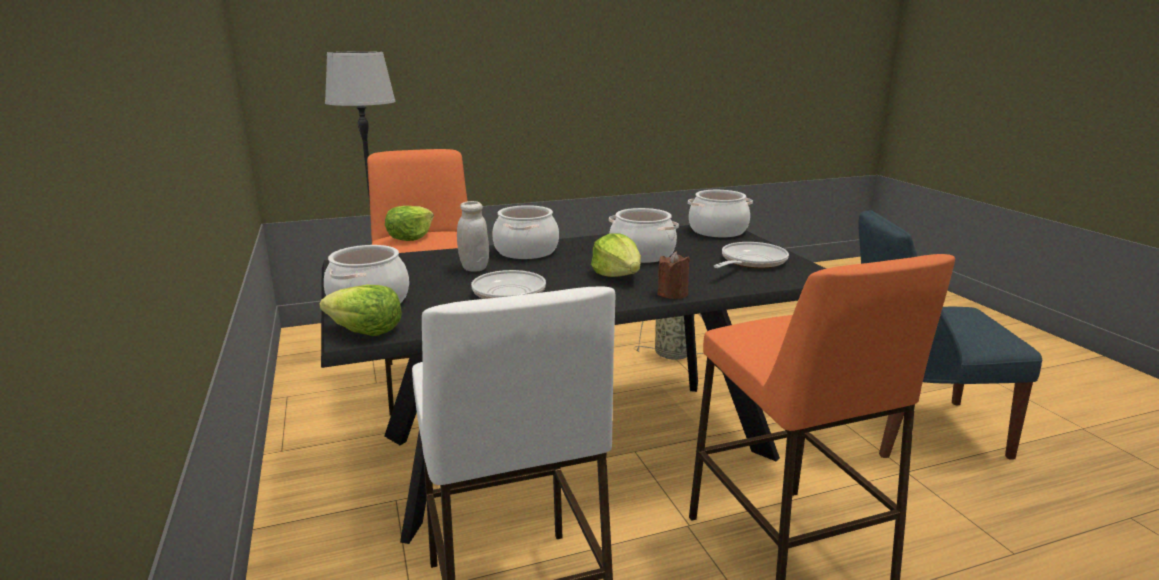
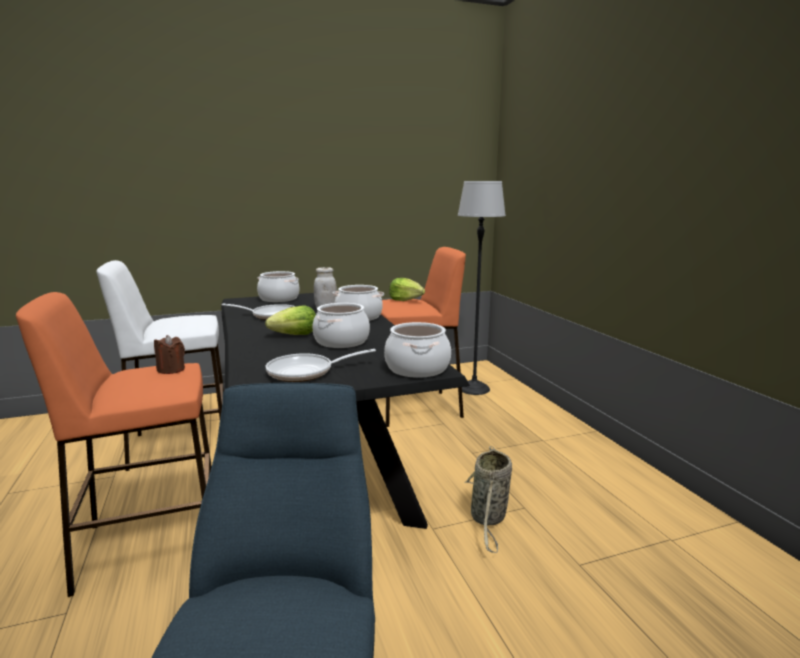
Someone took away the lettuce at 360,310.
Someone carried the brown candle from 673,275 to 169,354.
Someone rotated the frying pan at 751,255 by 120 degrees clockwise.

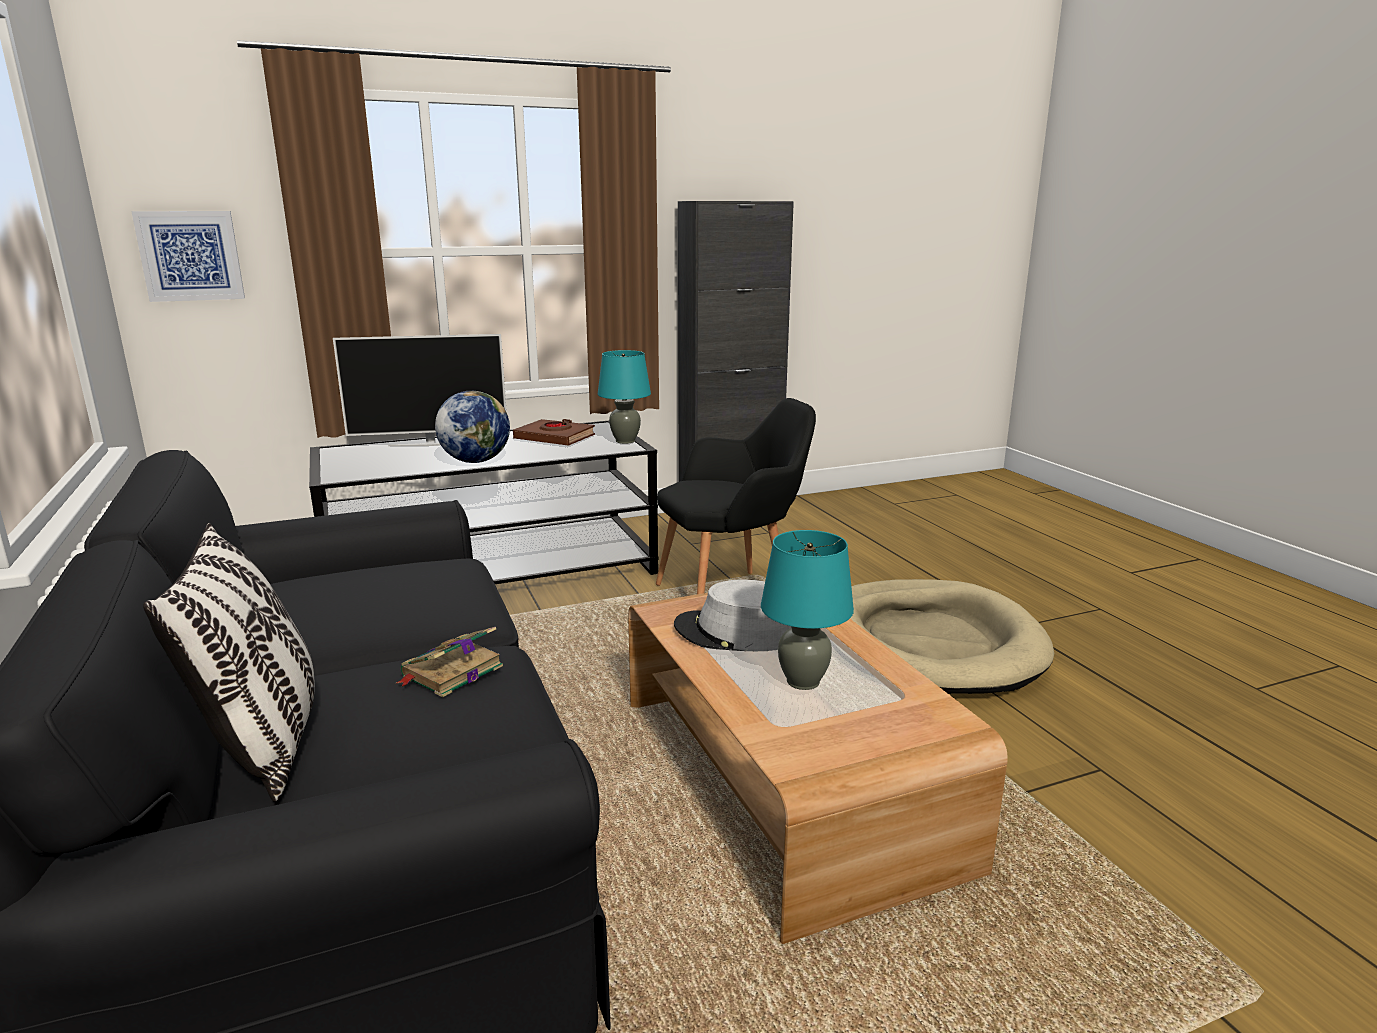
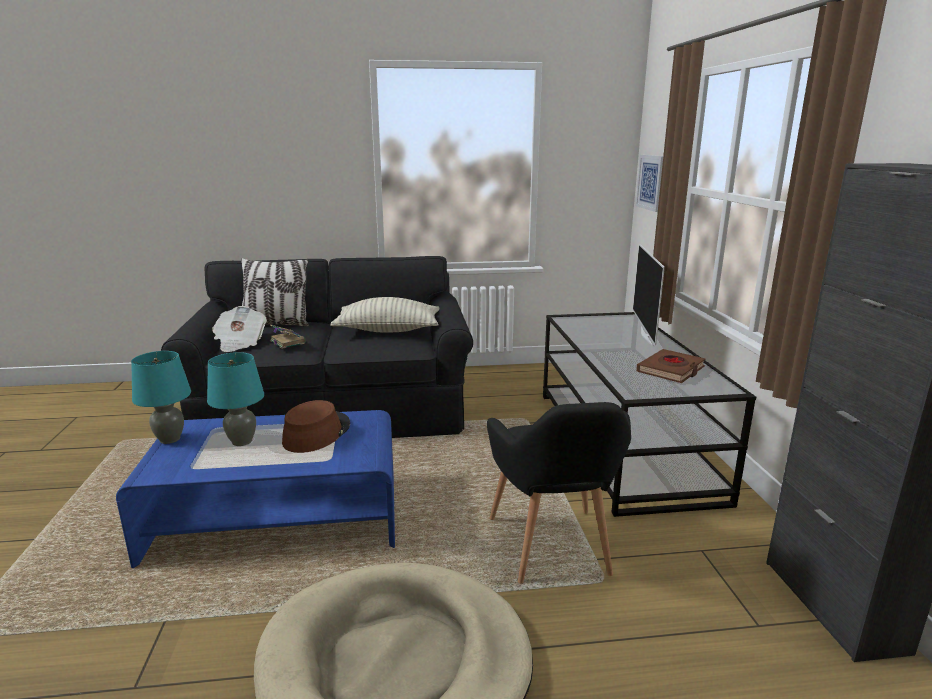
Someone took away the globe at 472,427.
Someone put down the newspaper at 239,329.
Someone put down the pillow at 384,314.
Someone carried the turquoise table lamp from 624,397 to 161,397.
Someone repainted the brown coffee table at 818,768, which became the blue coffee table at 255,489.
Someone repainted the grey hat at 732,615, which became the brown hat at 316,426.

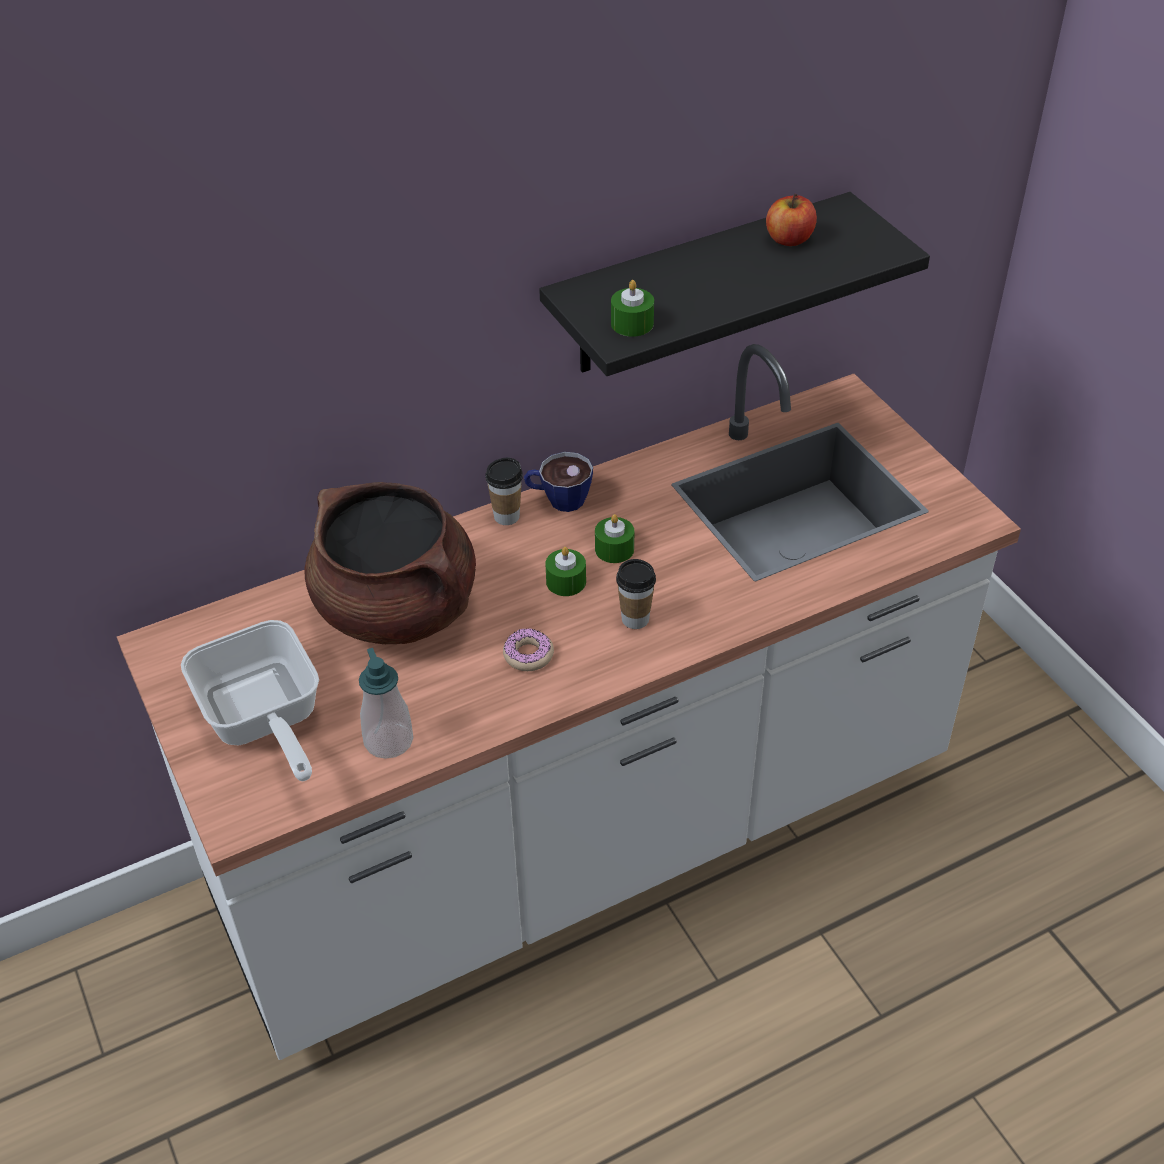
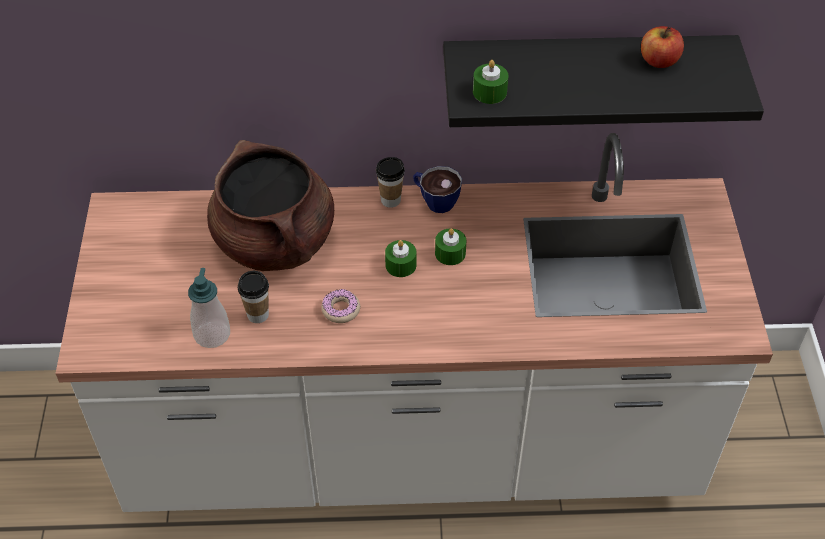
Someone took away the frying pan at 250,700.
Someone carried the cup from 636,594 to 253,297.

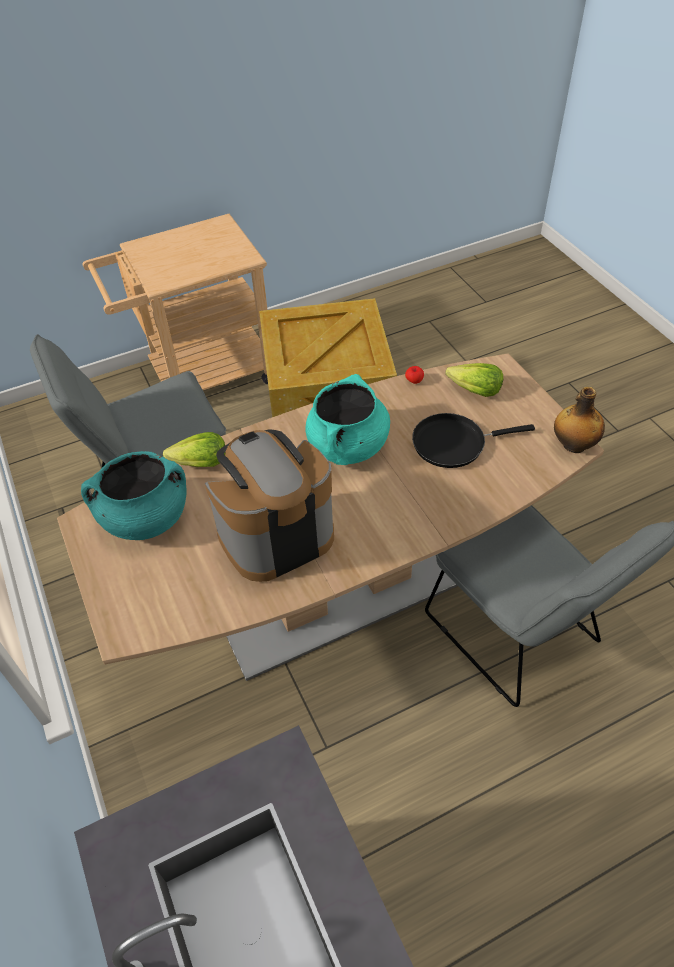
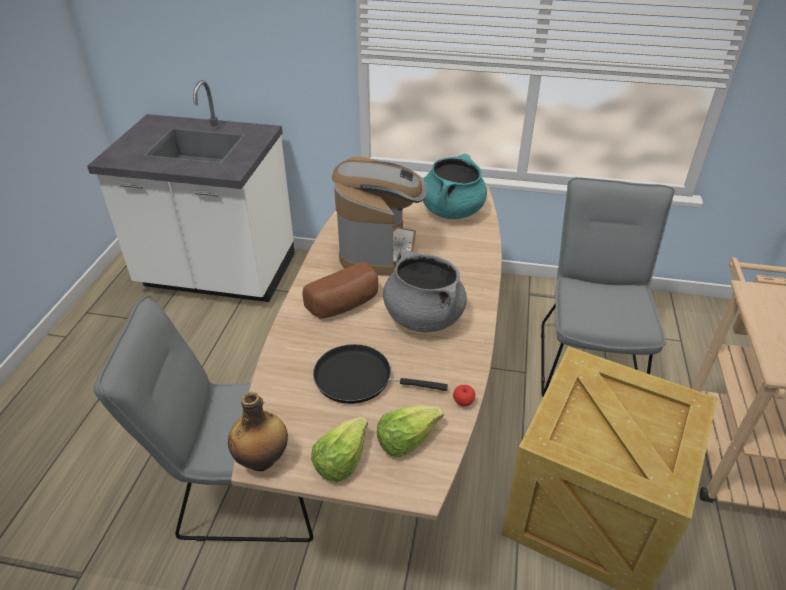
Someone put down the bread at 340,290.
Someone carried the lettuce from 194,449 to 339,449.
Someone repainted the turquoise cooking pot at 347,419, which became the grey cooking pot at 425,291.
Someone rotated the black frying pan at 473,440 by 105 degrees counterclockwise.

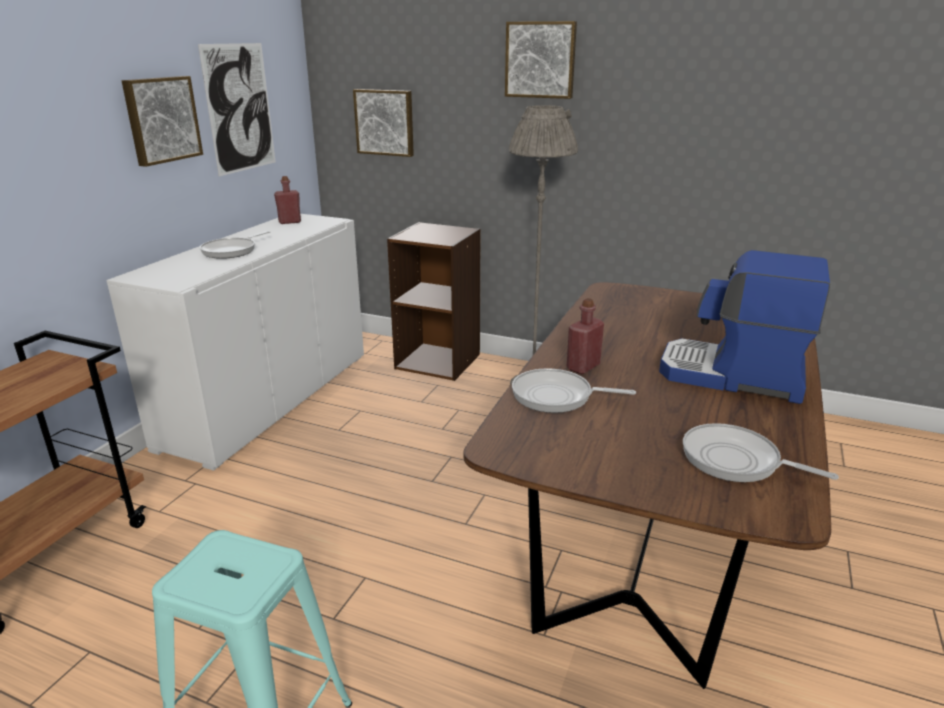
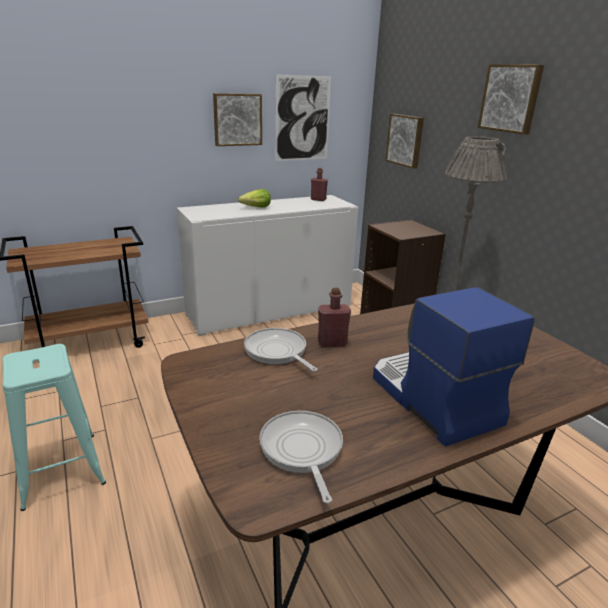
Someone swapped the frying pan at 235,245 for the lettuce at 254,198.

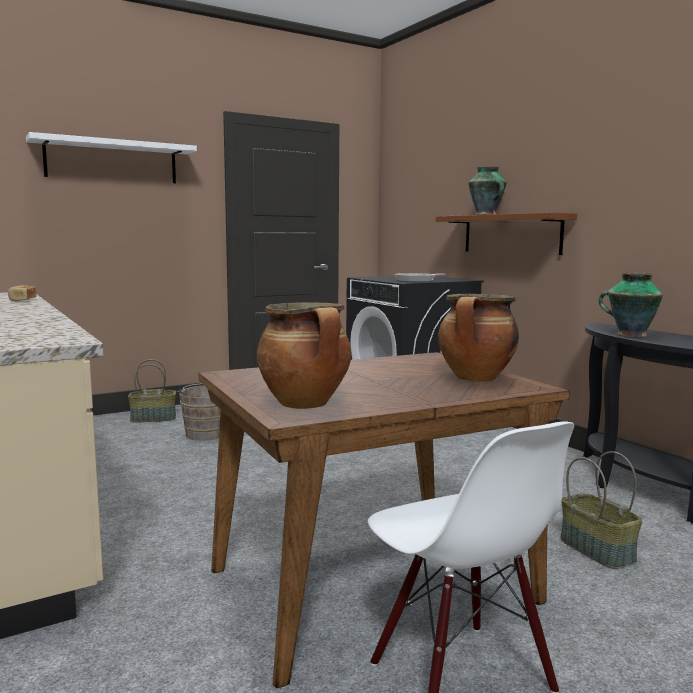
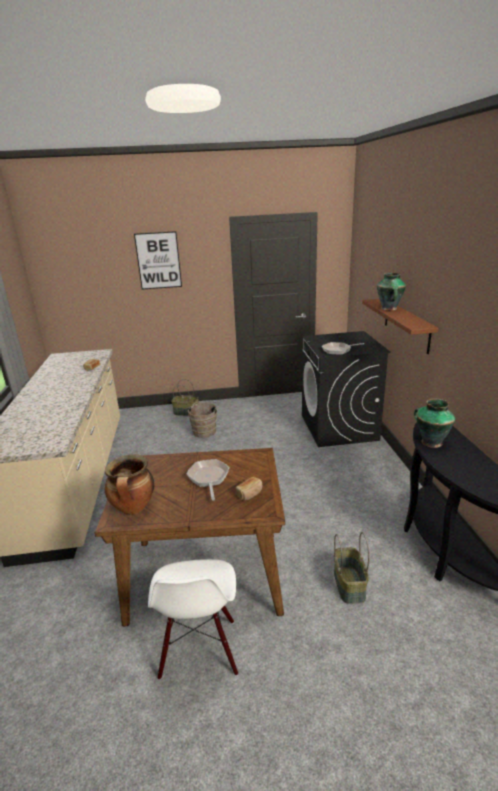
Someone put down the frying pan at 208,480.
Someone swapped the white shelf at 111,157 for the picture at 158,260.
Someone swapped the cooking pot at 478,338 for the bread at 249,488.

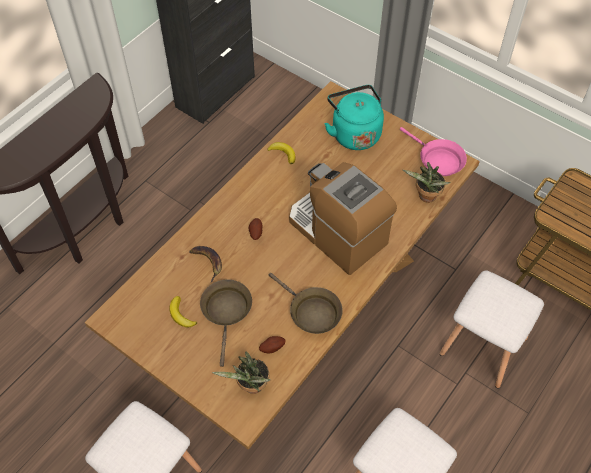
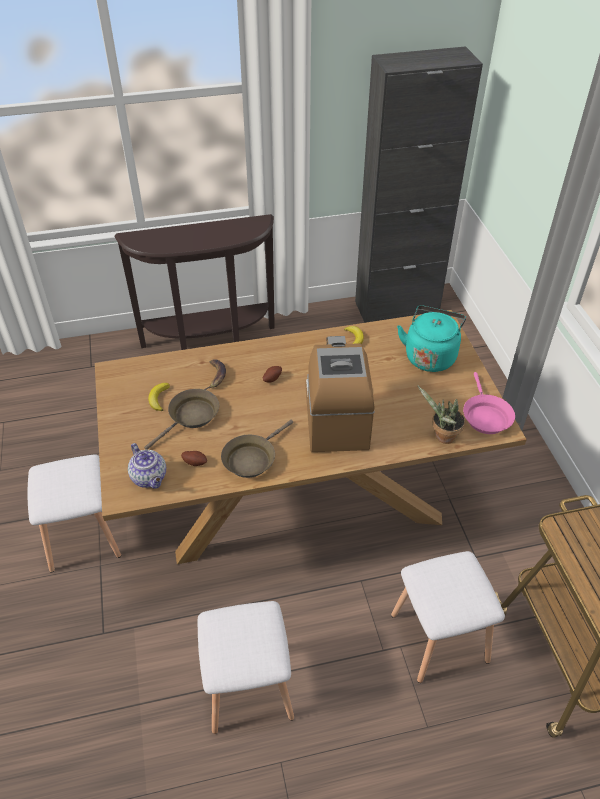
Someone swapped the potted plant at 241,373 for the teapot at 147,466.
Someone rotated the brown frying pan at 306,303 by 45 degrees clockwise.

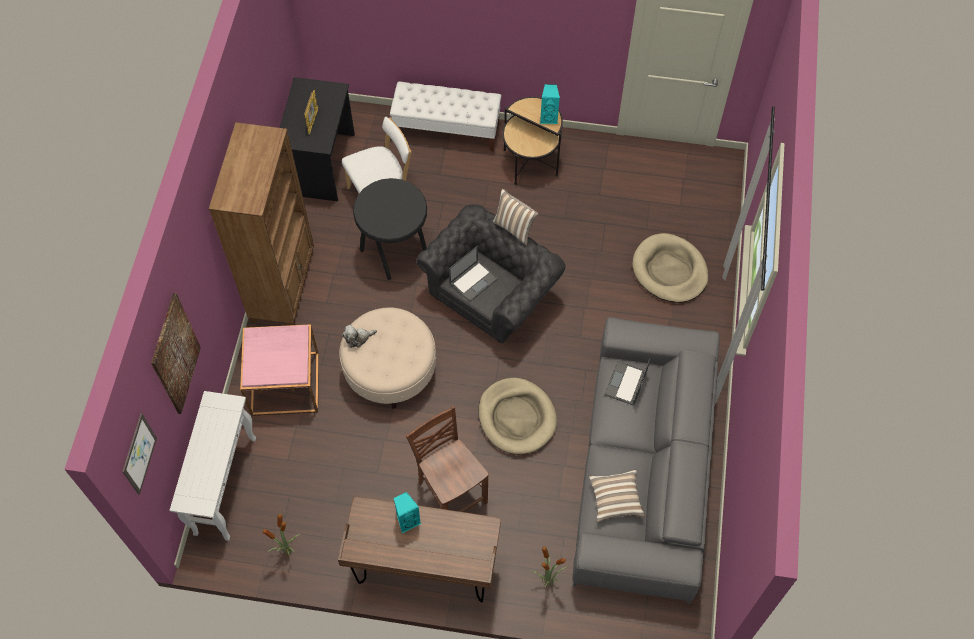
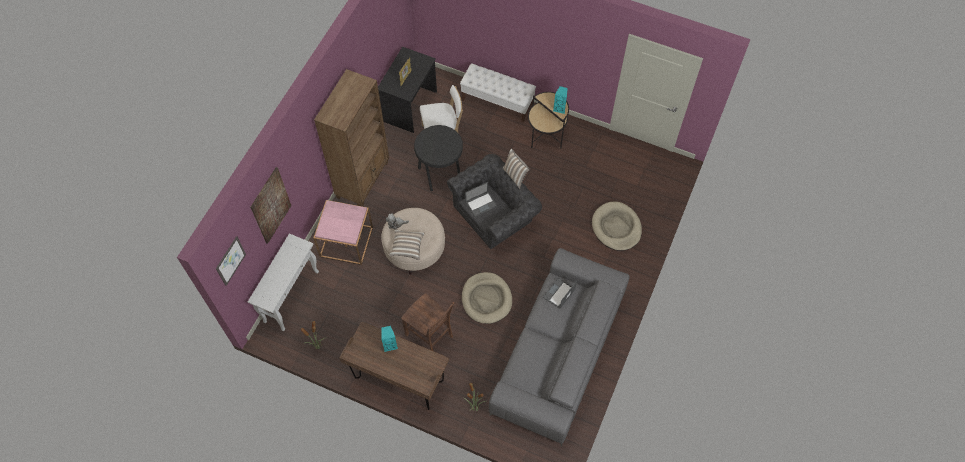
Someone carried the pillow from 617,496 to 406,244.
Someone rotated the brown chair at 447,459 by 150 degrees clockwise.

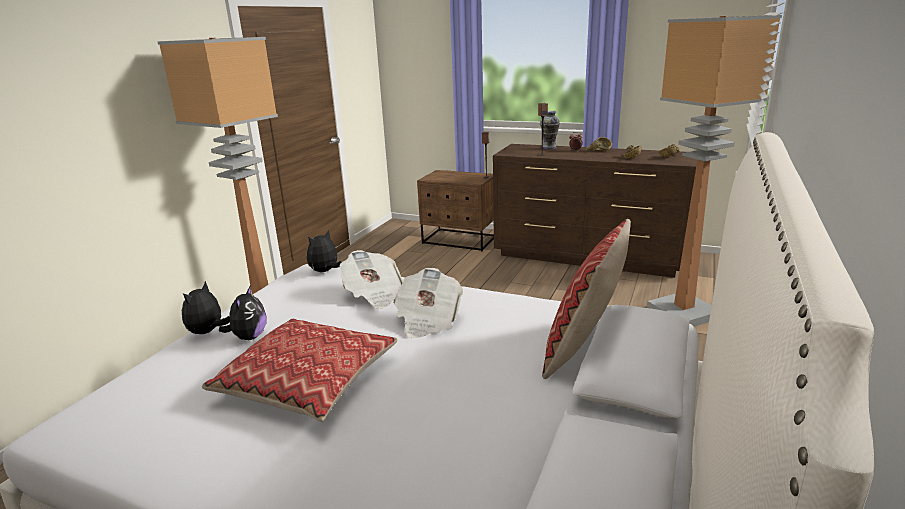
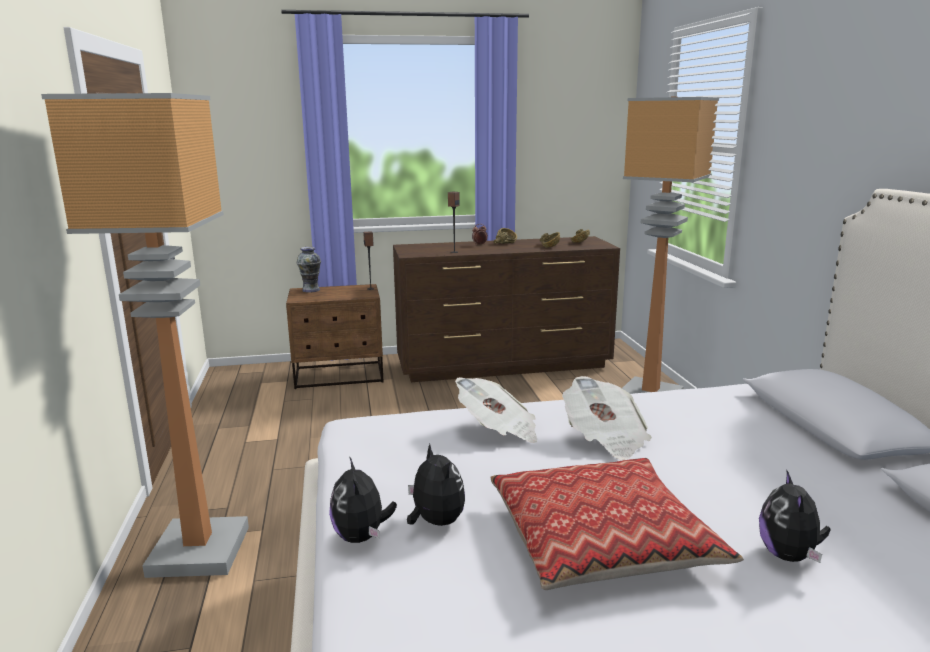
Someone took away the pillow at 586,299.
Someone carried the plush toy from 324,251 to 795,516.
Someone carried the vase from 550,130 to 309,270.

